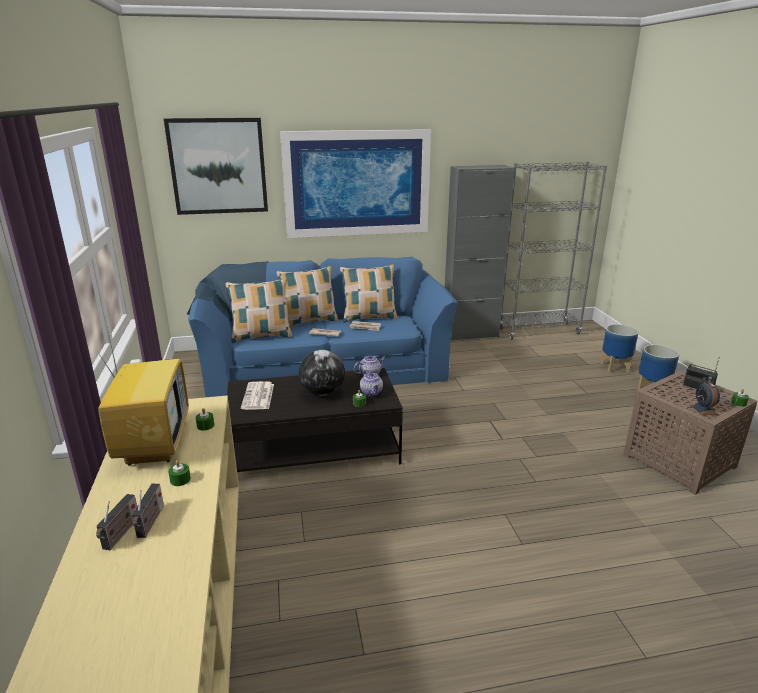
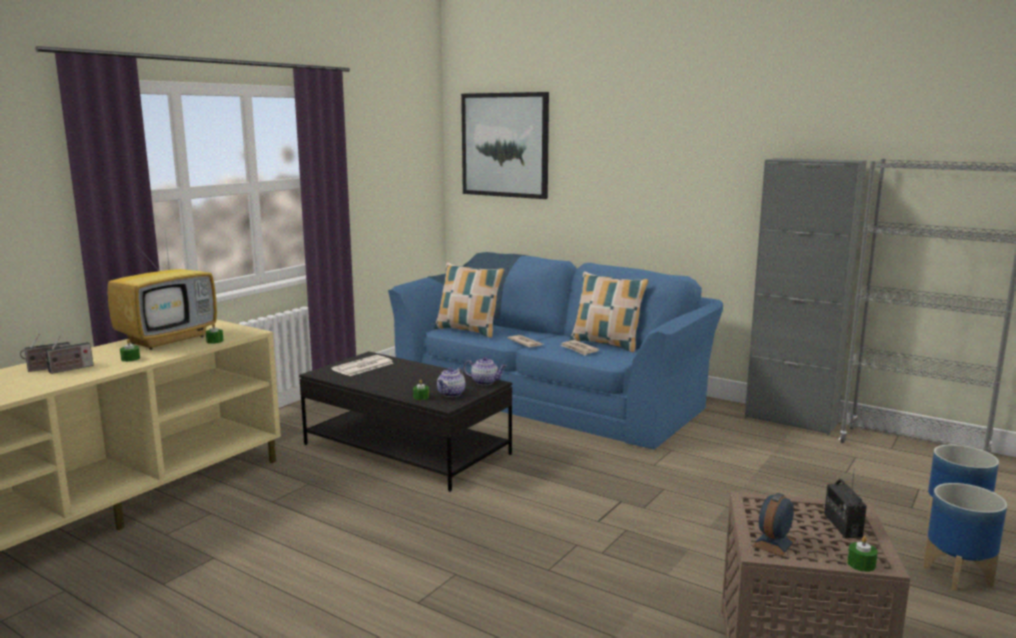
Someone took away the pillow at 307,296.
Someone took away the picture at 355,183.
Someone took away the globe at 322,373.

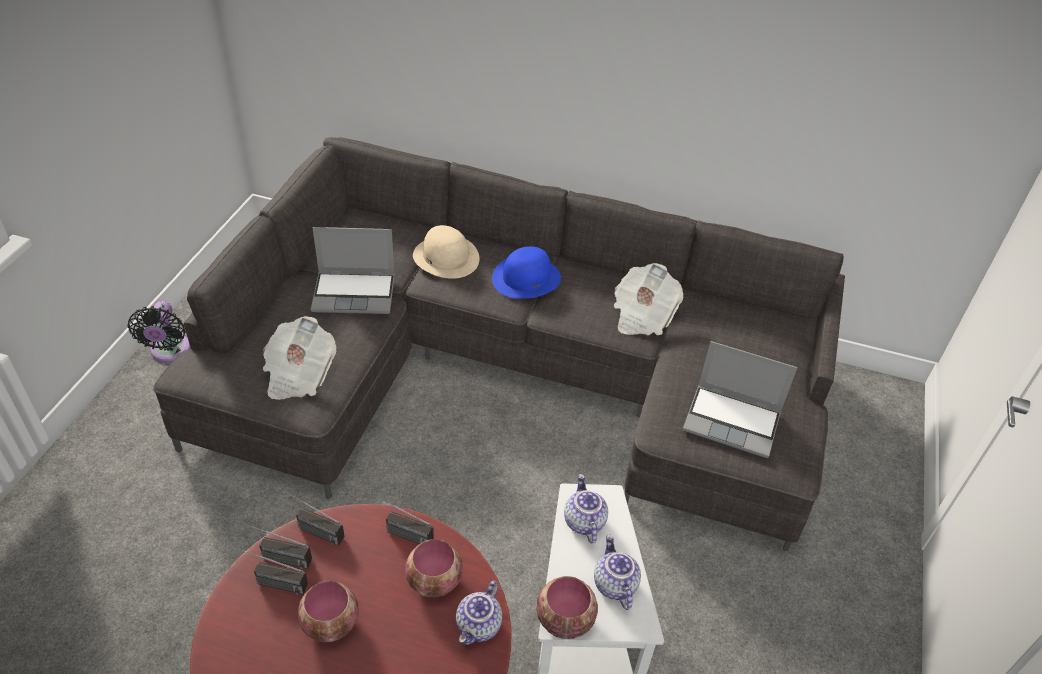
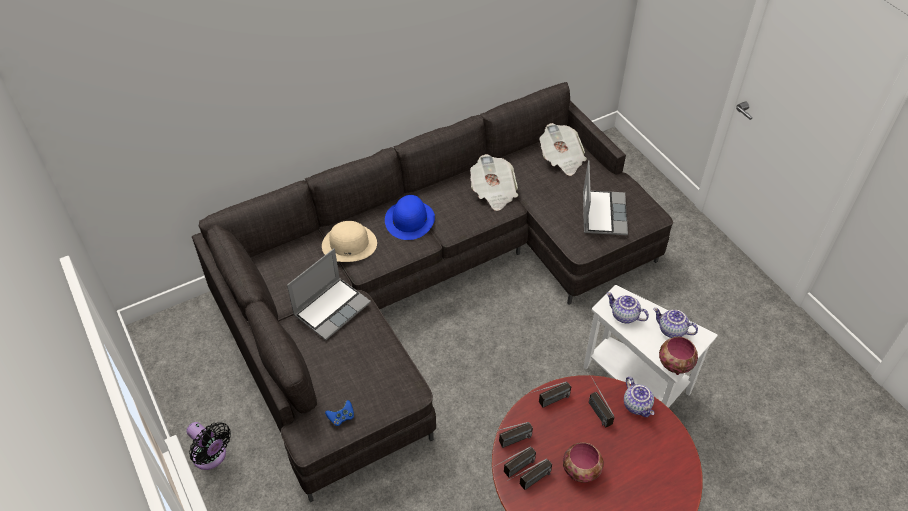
Someone put down the blue game controller at 339,413.
Someone carried the newspaper from 299,358 to 563,149.
Someone swapped the bowl at 434,568 for the radio at 601,399.
Someone rotated the laptop at 740,399 by 60 degrees counterclockwise.

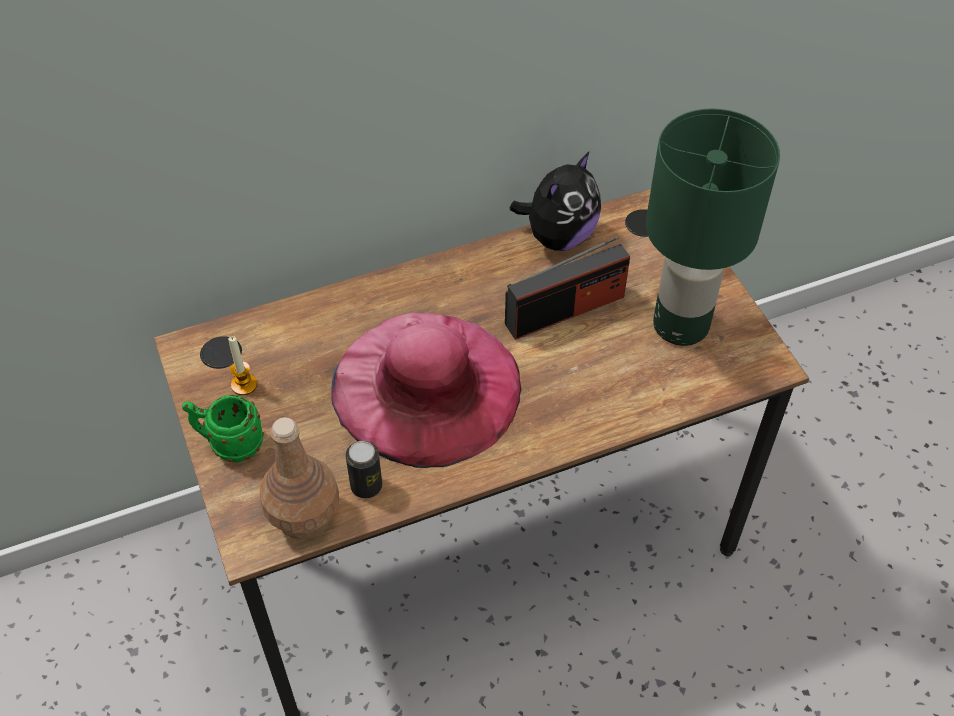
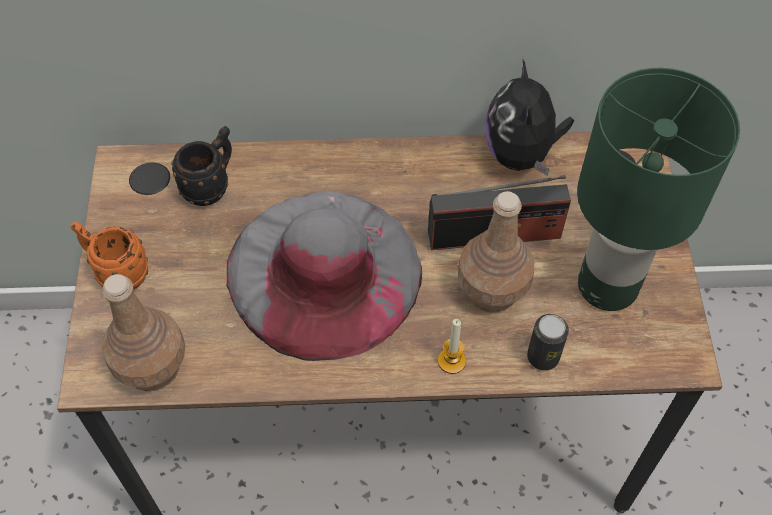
Someone put down the black mug at 201,166.
Someone put down the brown bottle at 496,251.
Someone carried the candle from 242,365 to 452,346.
Someone carried the can from 364,469 to 548,342.
Someone repainted the green mug at 223,428, which became the orange mug at 109,256.
Someone repainted the pink hat at 426,390, which became the grey hat at 324,276.
Someone rotated the plush toy at 555,201 by 120 degrees clockwise.

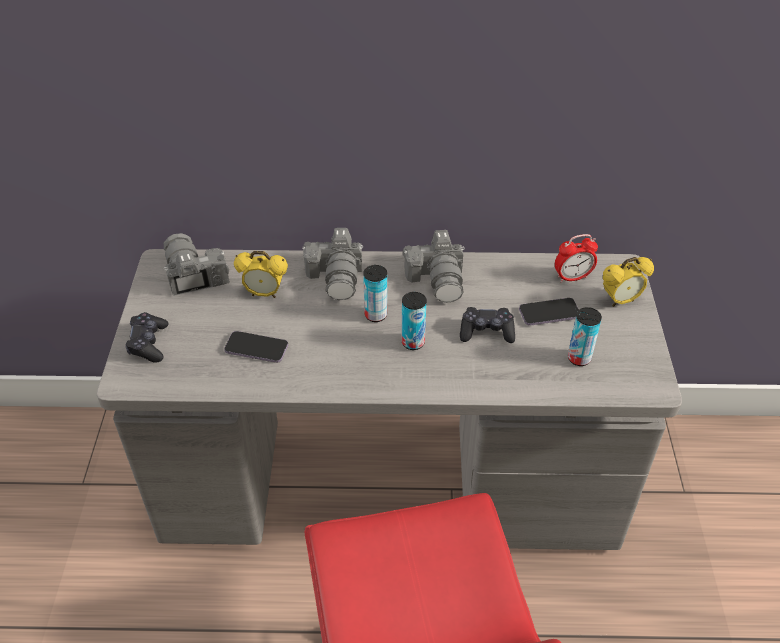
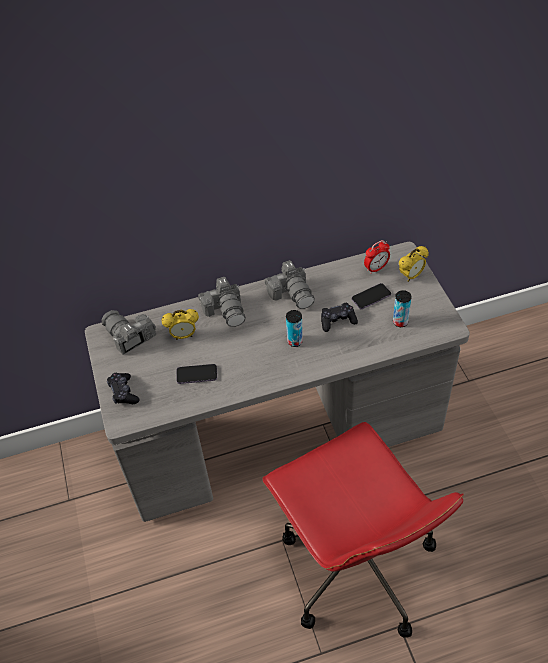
Someone took away the can at 375,293.

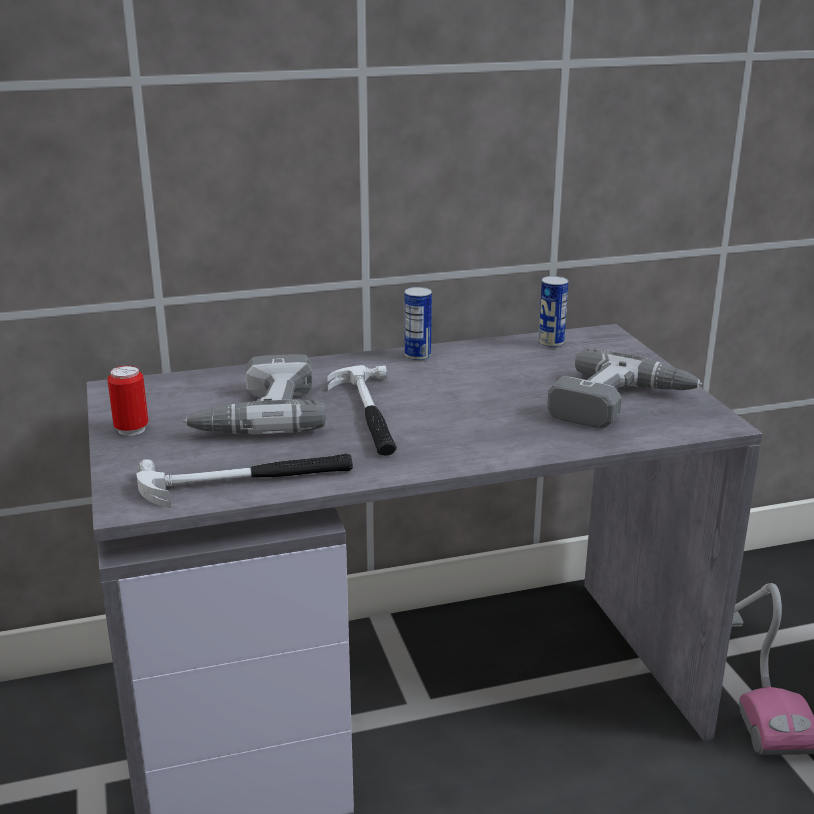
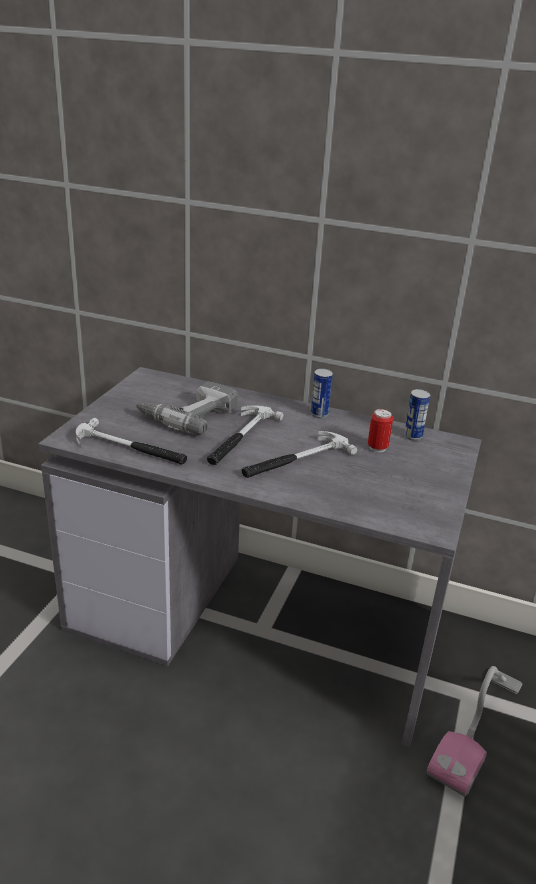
Someone took away the power drill at 624,388.
Someone put down the hammer at 299,454.
Someone carried the can from 128,400 to 380,430.

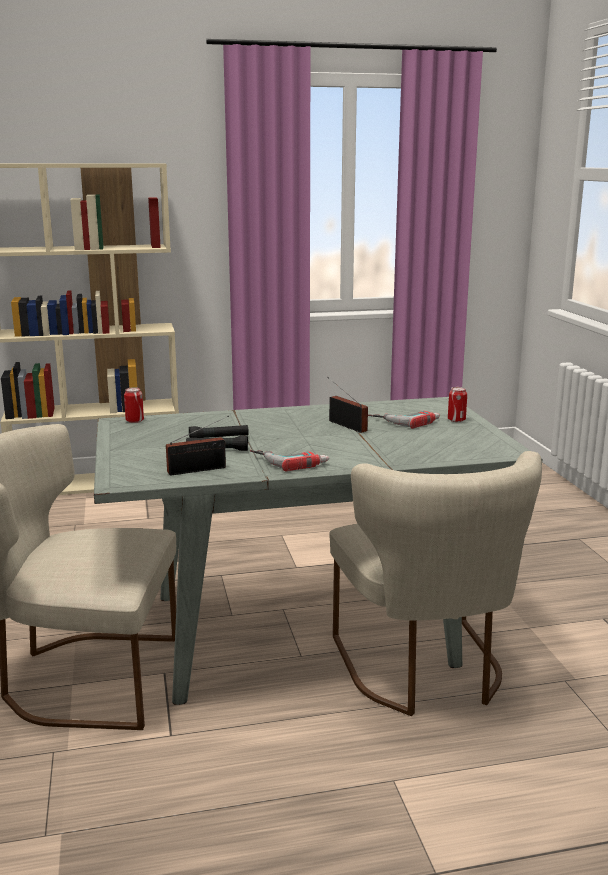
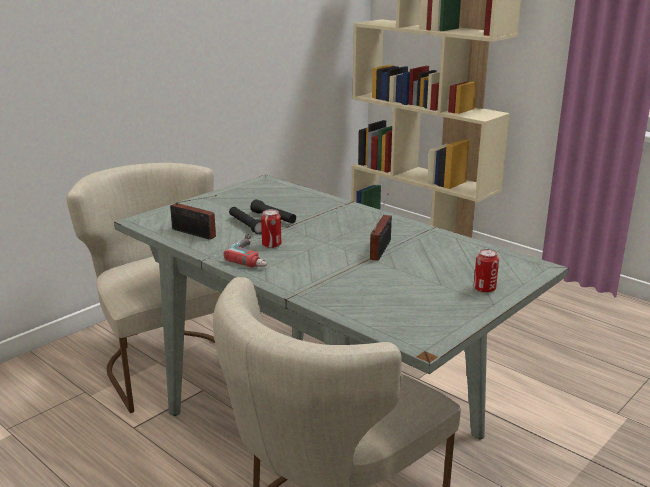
Someone took away the power drill at 404,420.
Someone carried the can from 134,405 to 271,228.

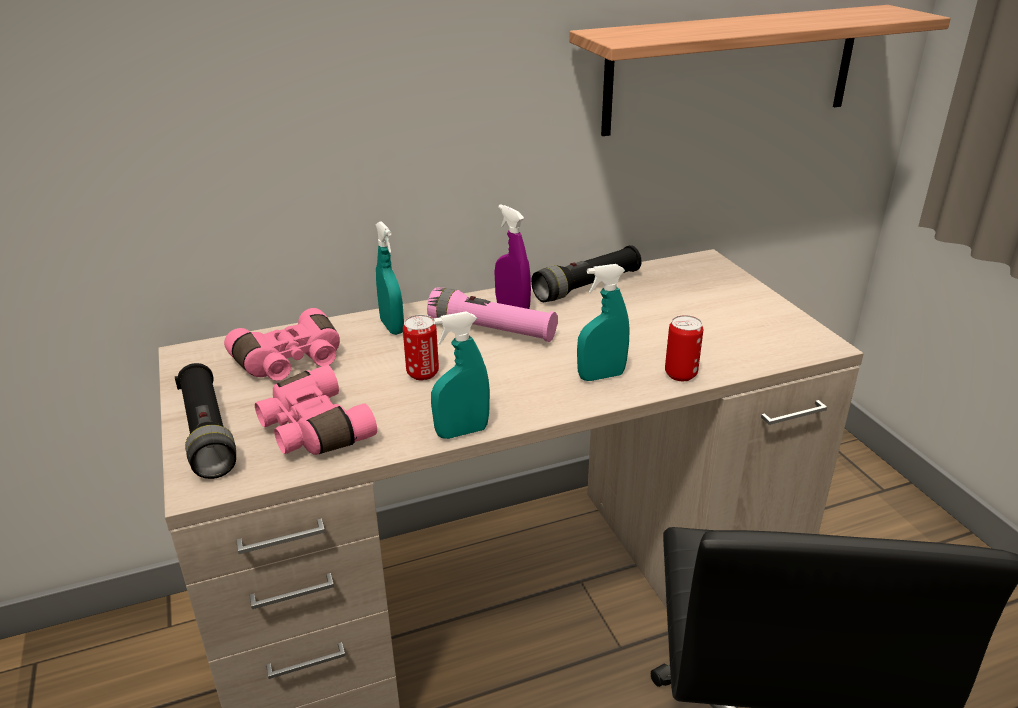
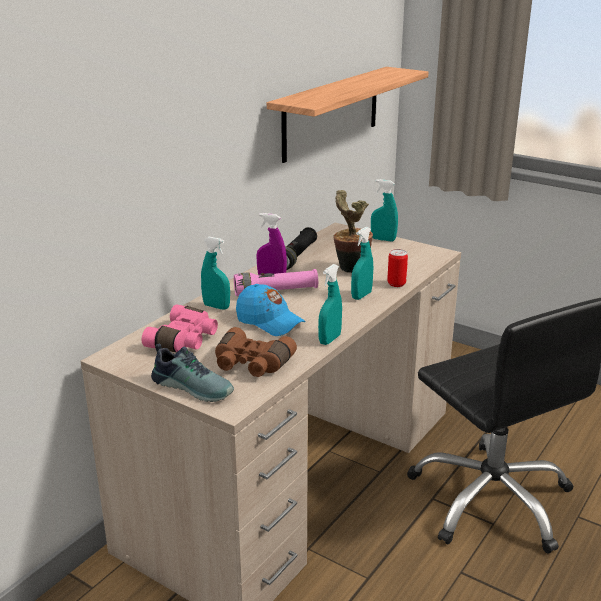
Someone put down the potted plant at 353,231.
Someone put down the turquoise spray bottle at 384,210.
Someone swapped the black flashlight at 205,421 for the shoe at 192,373.
Someone swapped the can at 421,347 for the blue cap at 271,310.
Someone repainted the pink binoculars at 316,410, which became the brown binoculars at 256,352.

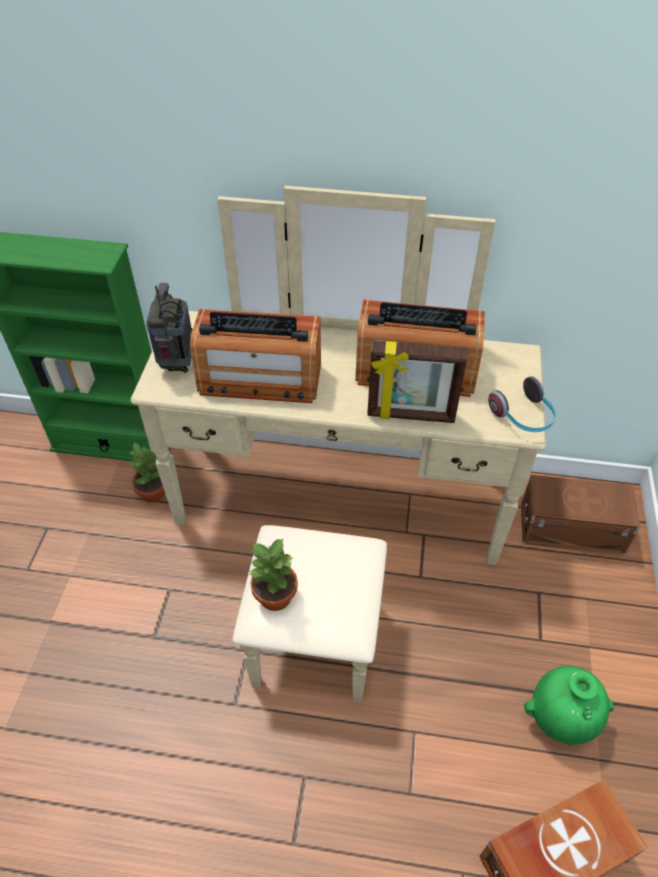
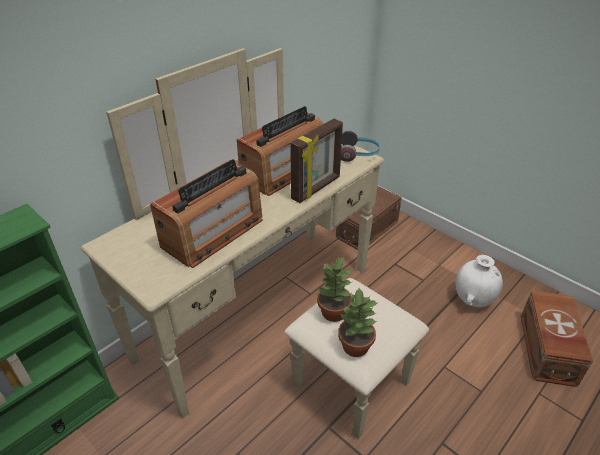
Someone took away the radio at 169,327.
Someone carried the potted plant from 147,472 to 334,289.
Someone repainted the green vase at 569,706, which became the white vase at 479,281.

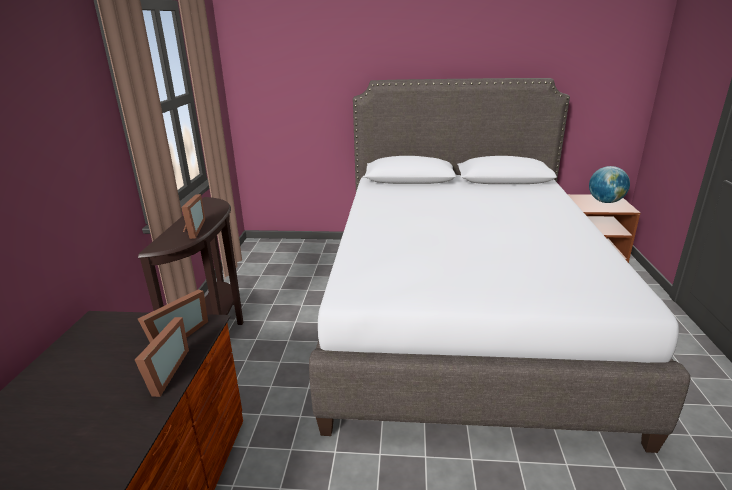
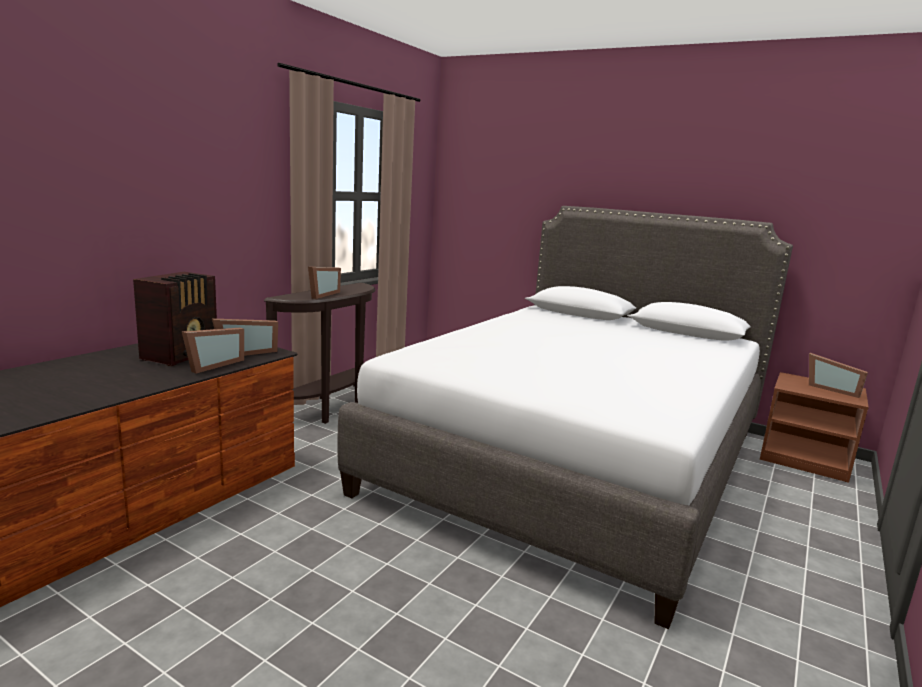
Someone put down the radio at 175,319.
Someone swapped the globe at 609,184 for the picture frame at 838,375.

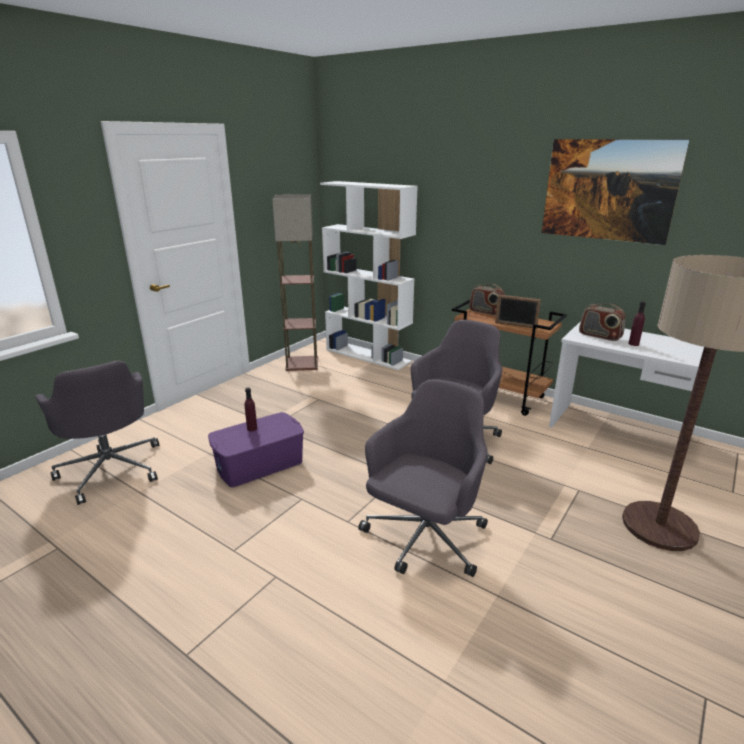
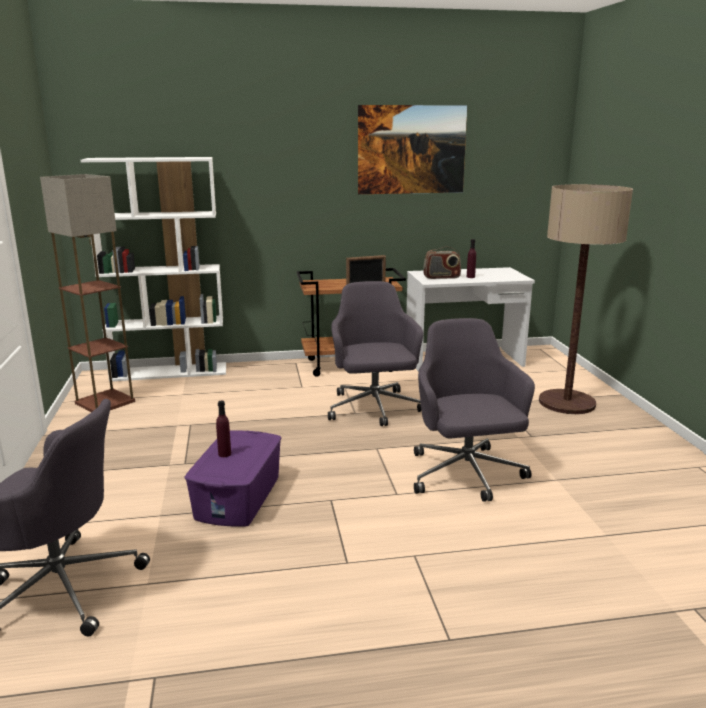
Someone took away the radio at 487,300.

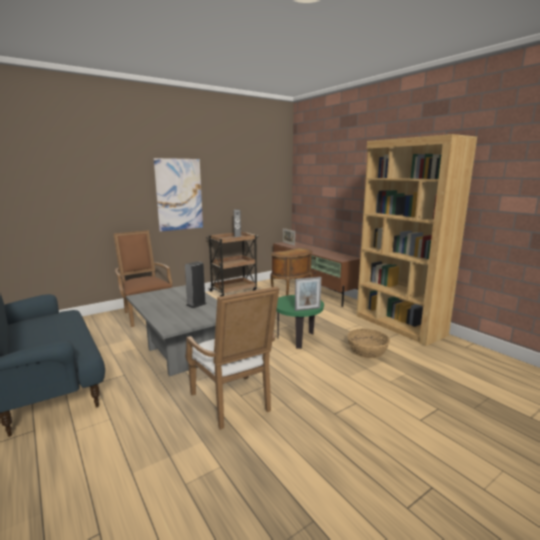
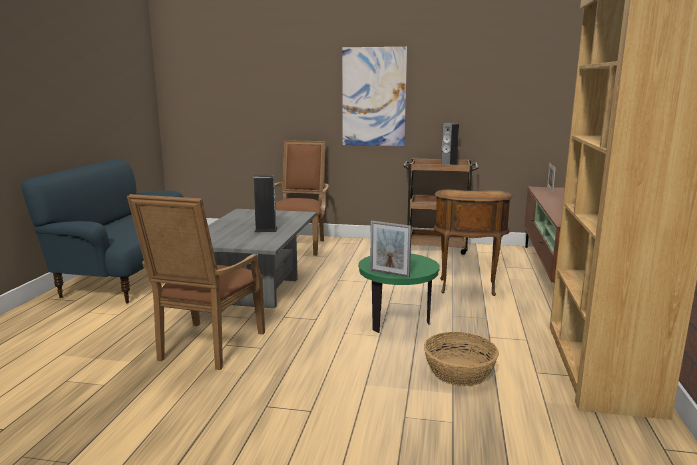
Someone repainted the white armchair at 232,358, which became the brown armchair at 196,282.

